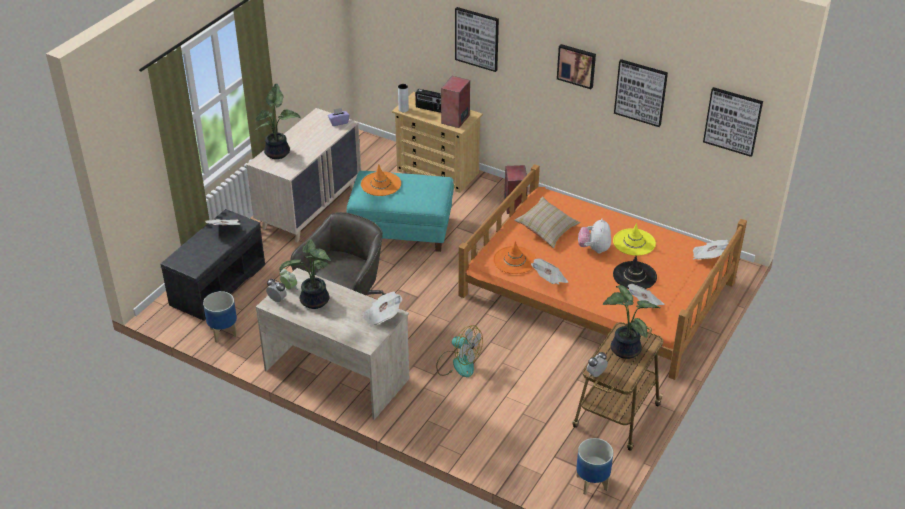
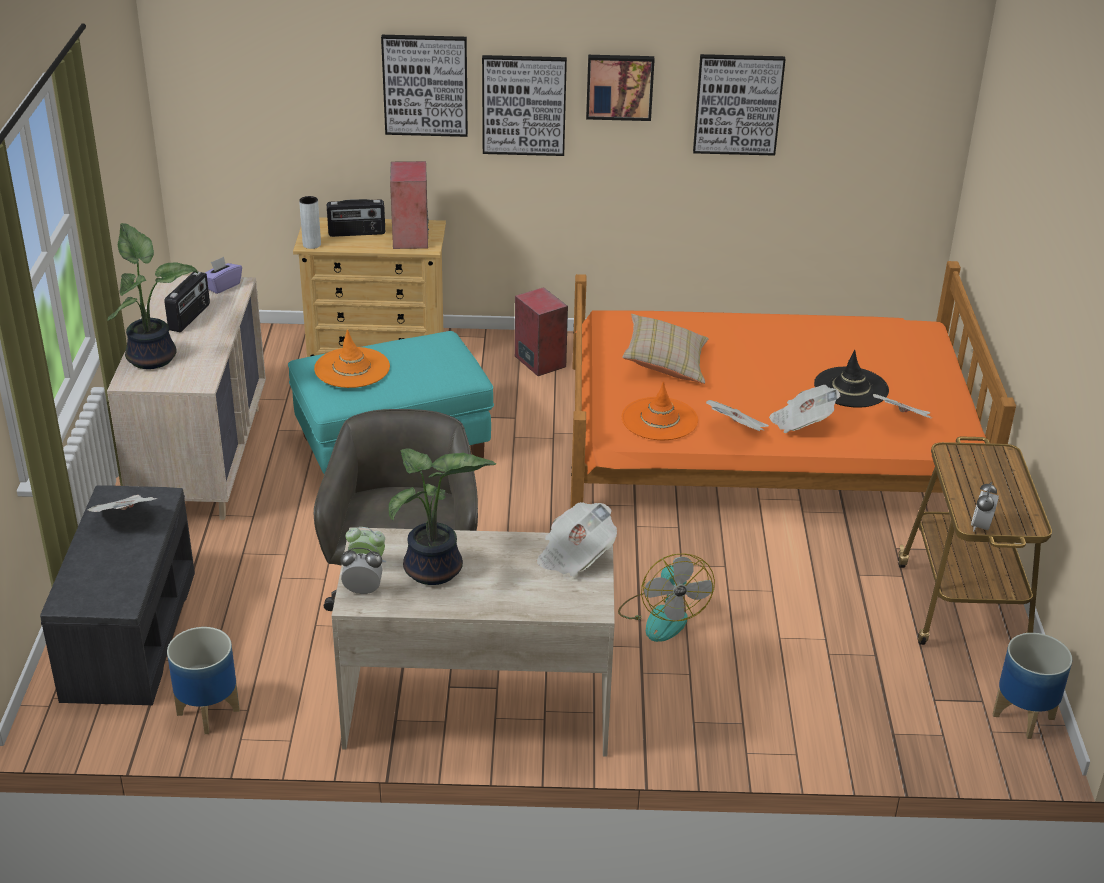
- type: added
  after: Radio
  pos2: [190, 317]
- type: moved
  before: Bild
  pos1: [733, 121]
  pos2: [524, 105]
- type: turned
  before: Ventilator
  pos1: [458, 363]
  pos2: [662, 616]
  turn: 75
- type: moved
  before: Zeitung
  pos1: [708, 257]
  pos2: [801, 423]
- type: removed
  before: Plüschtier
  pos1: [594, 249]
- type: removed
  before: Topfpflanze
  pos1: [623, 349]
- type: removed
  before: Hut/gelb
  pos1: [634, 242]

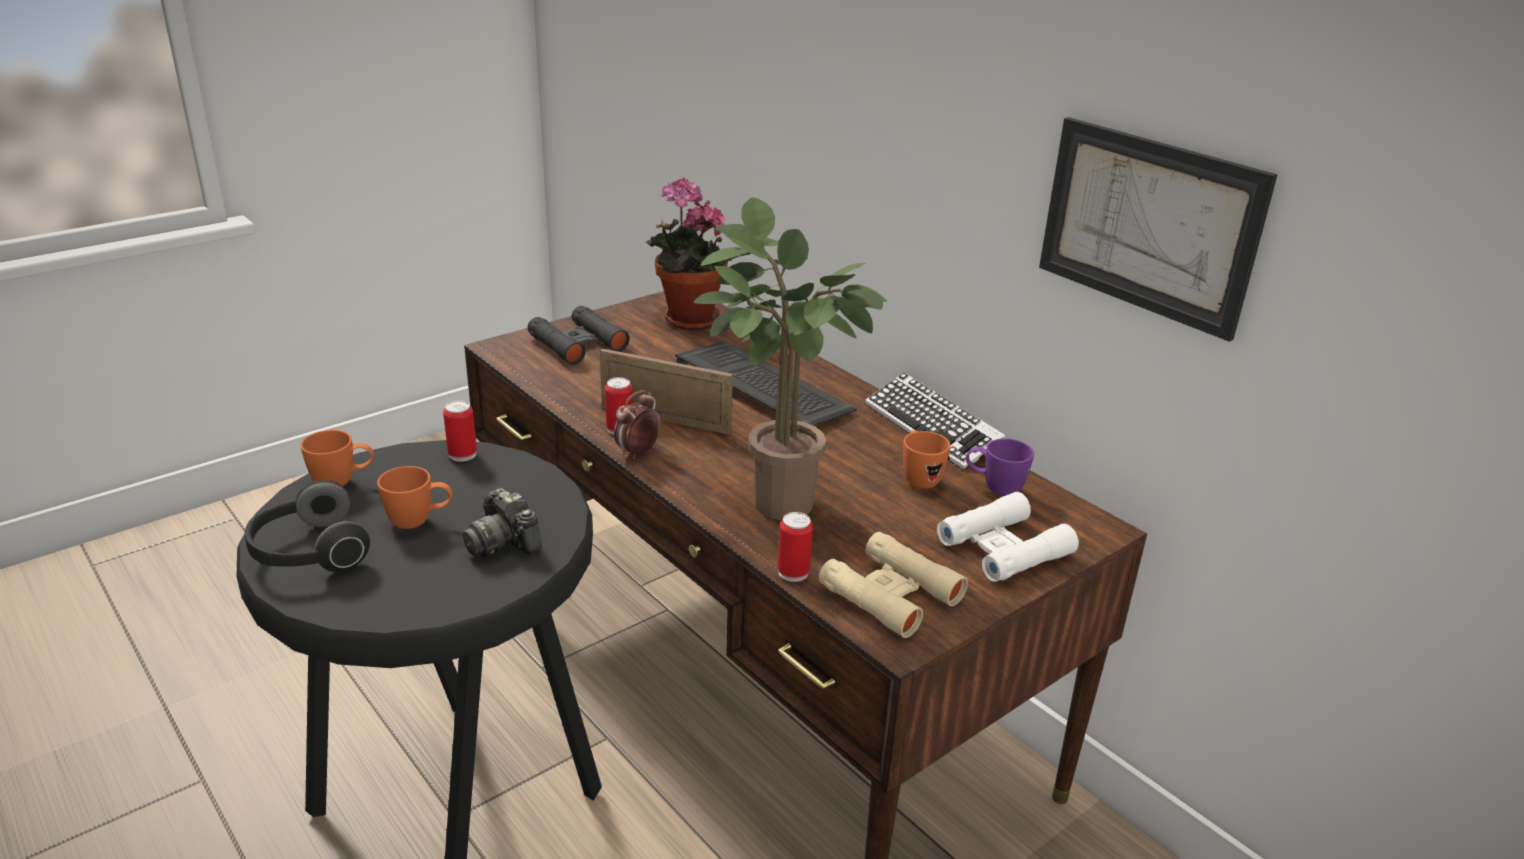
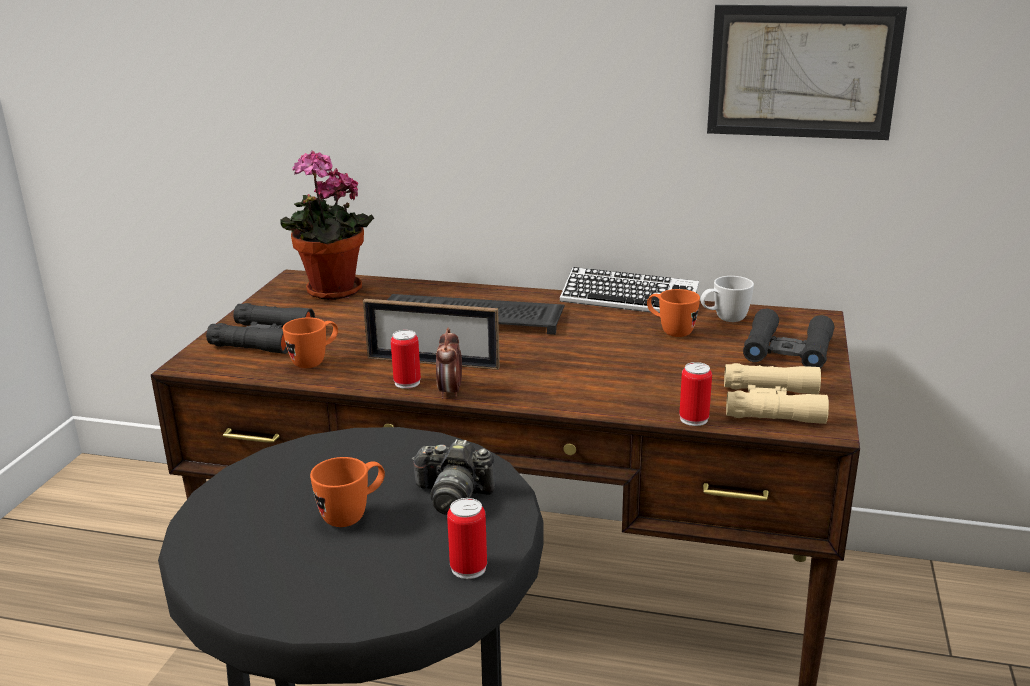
- type: moved
  before: Henkelbecher/orange
  pos1: [343, 482]
  pos2: [315, 361]
- type: turned
  before: Bilderrahmen
  pos1: [665, 419]
  pos2: [432, 362]
  turn: -150
- type: moved
  before: Dose
  pos1: [462, 454]
  pos2: [468, 568]
- type: recoloured
  before: Henkelbecher/lila
  after: Henkelbecher/weiß
  pos1: [994, 488]
  pos2: [724, 320]
- type: recoloured
  before: Fernglas/weiß
  after: Fernglas/schwarz
  pos1: [1004, 548]
  pos2: [787, 350]
- type: removed
  before: Kopfhörer
  pos1: [308, 553]
- type: removed
  before: Topfpflanze
  pos1: [772, 503]

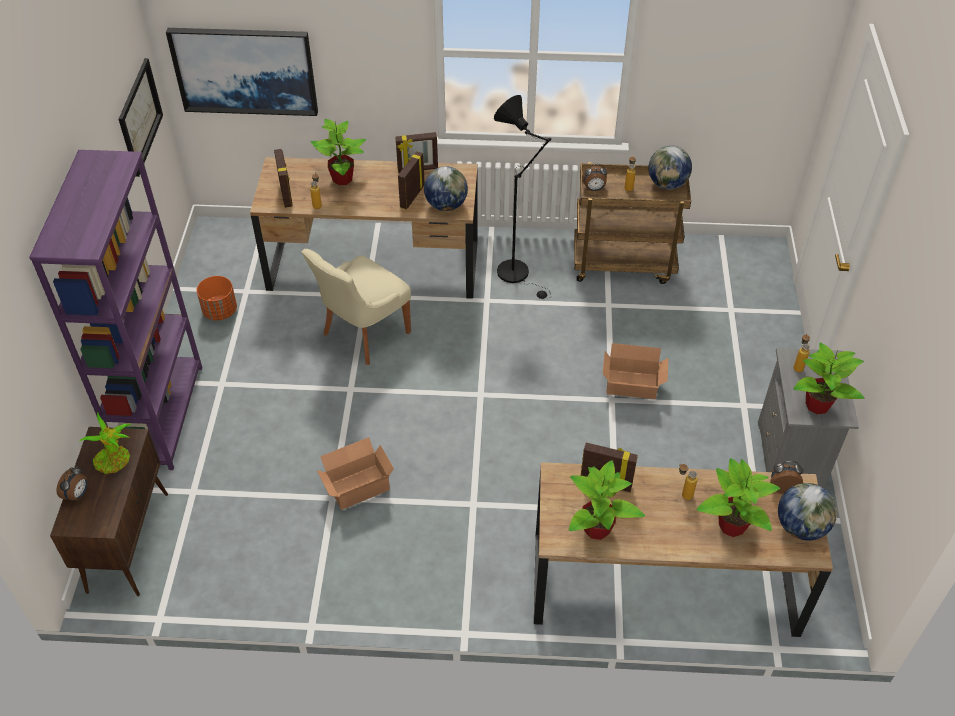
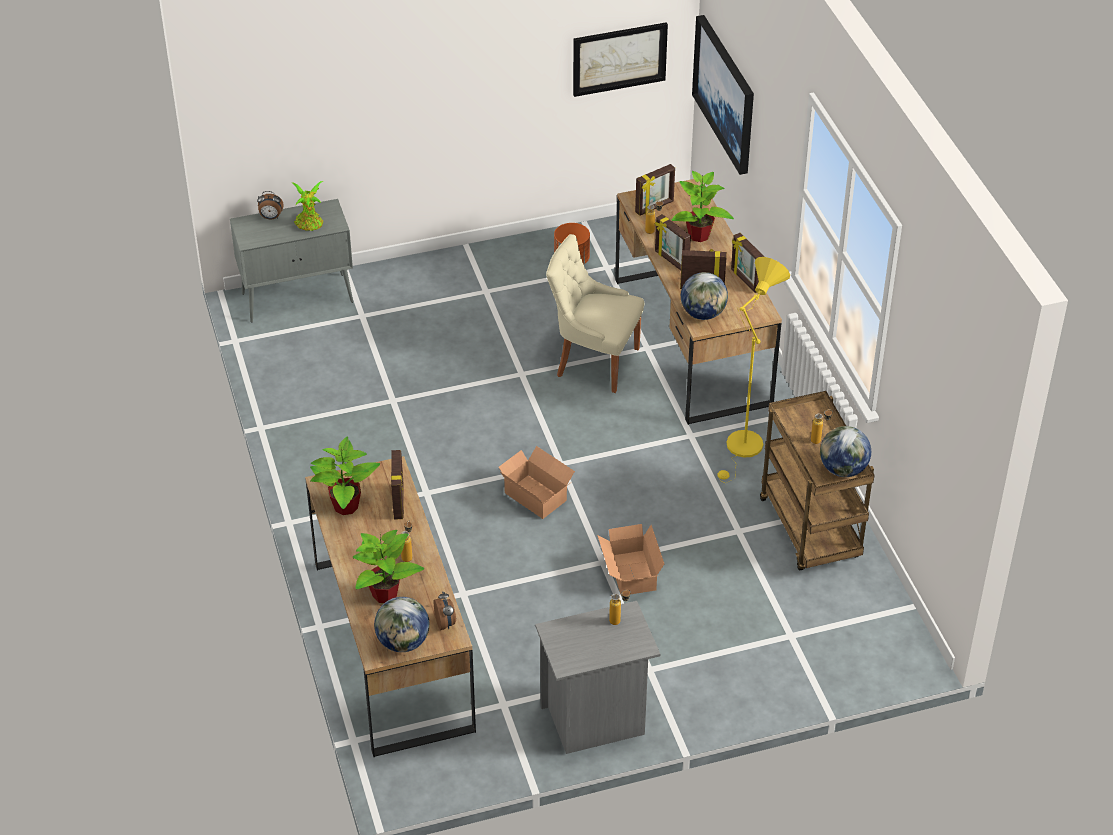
- type: recoloured
  before: Schrank/braun
  after: Schrank/grau
  pos1: [128, 541]
  pos2: [298, 297]
- type: moved
  before: Karton
  pos1: [356, 485]
  pos2: [536, 495]
- type: added
  after: Bilderrahmen
  pos2: [671, 261]
- type: recoloured
  before: Stehlampe/schwarz
  after: Stehlampe/gelb
  pos1: [518, 274]
  pos2: [742, 449]
- type: removed
  before: Bücherregal/lila
  pos1: [162, 415]
- type: removed
  before: Wecker
  pos1: [594, 189]
- type: removed
  before: Topfpflanze
  pos1: [818, 405]

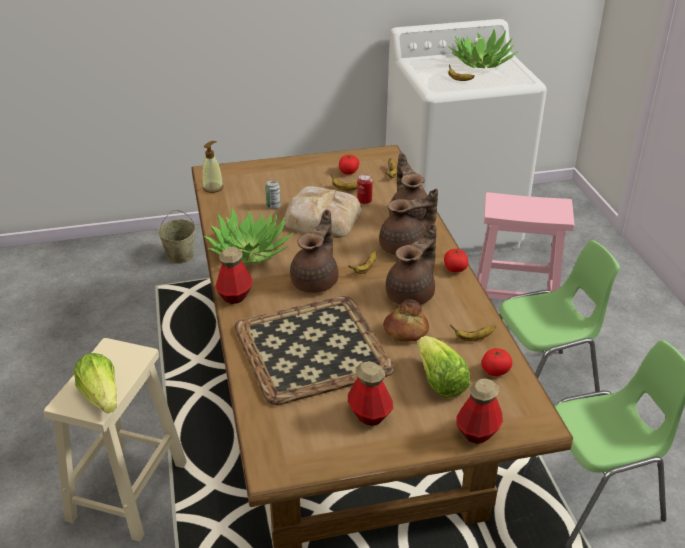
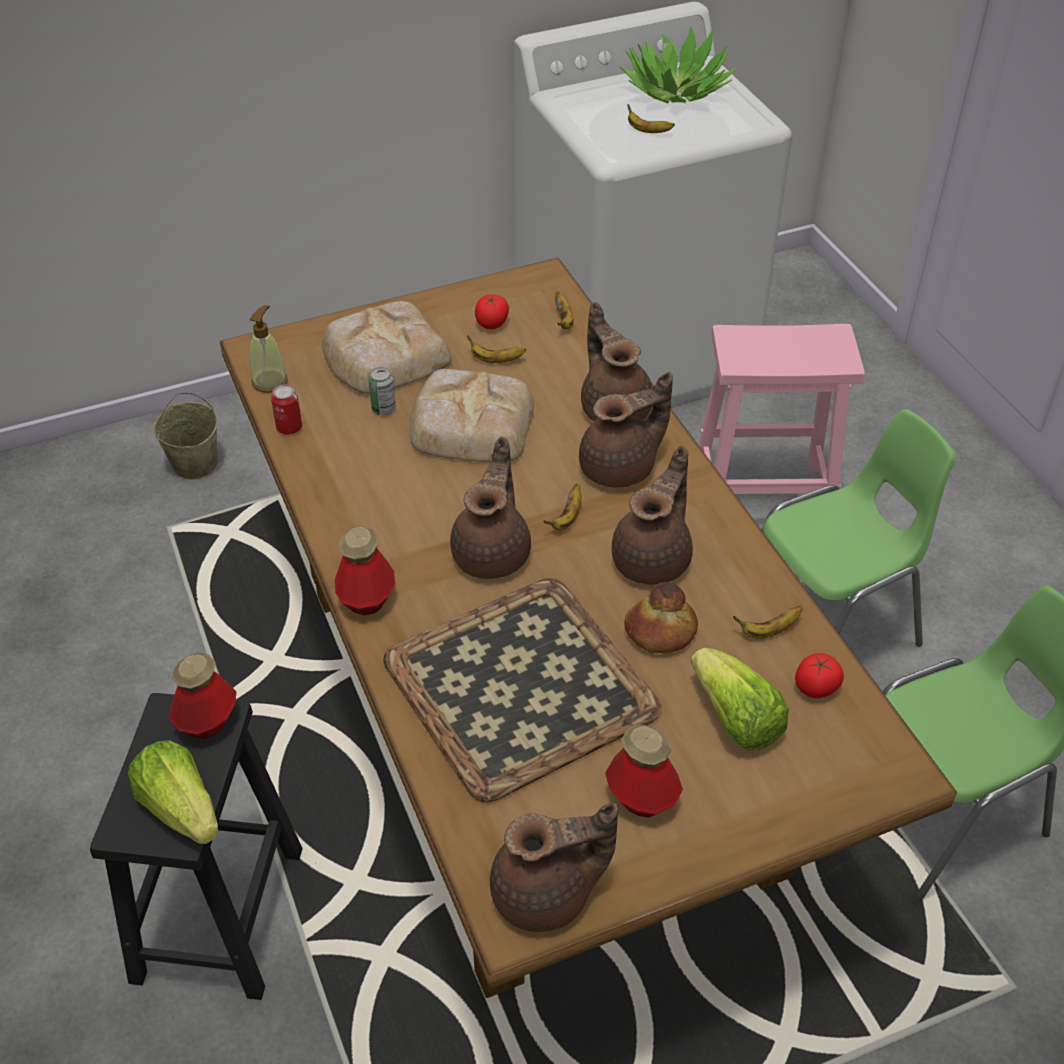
- type: recoloured
  before: Hocker/beige
  after: Hocker/schwarz
  pos1: [128, 489]
  pos2: [219, 911]
- type: moved
  before: Flasche
  pos1: [477, 432]
  pos2: [207, 721]
- type: moved
  before: Dose
  pos1: [364, 201]
  pos2: [289, 427]
- type: added
  after: Brot
  pos2: [383, 356]
- type: added
  after: Teekanne/braun
  pos2: [546, 895]
- type: removed
  before: Topfpflanze
  pos1: [250, 251]
- type: removed
  before: Tomate
  pos1: [455, 269]

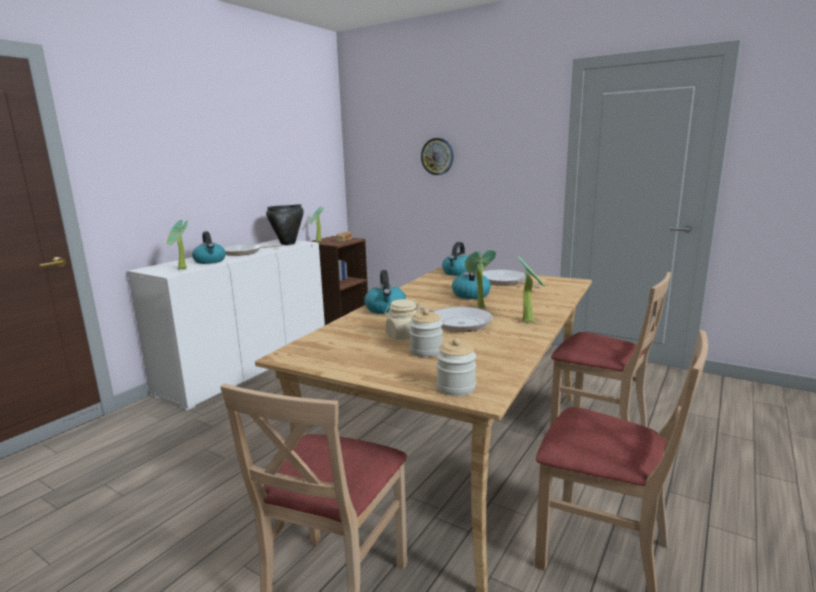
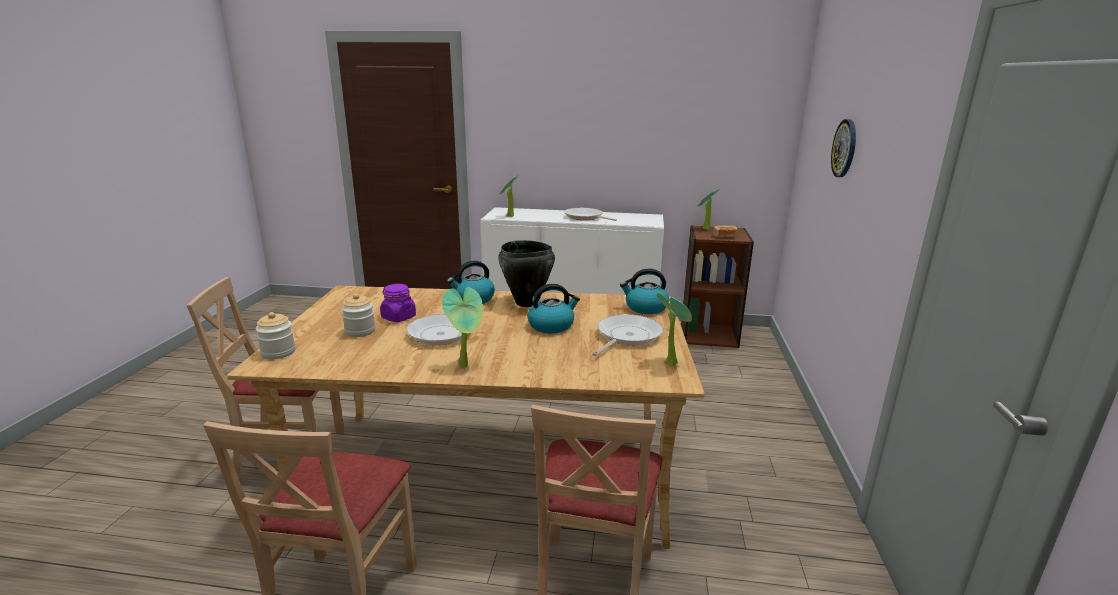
- type: recoloured
  before: Vorratsglas/beige
  after: Vorratsglas/lila
  pos1: [403, 335]
  pos2: [398, 317]
- type: moved
  before: Kochtopf/schwarz
  pos1: [288, 243]
  pos2: [526, 303]
- type: moved
  before: Topfpflanze
  pos1: [478, 306]
  pos2: [671, 362]
- type: removed
  before: Wasserkessel
  pos1: [210, 261]

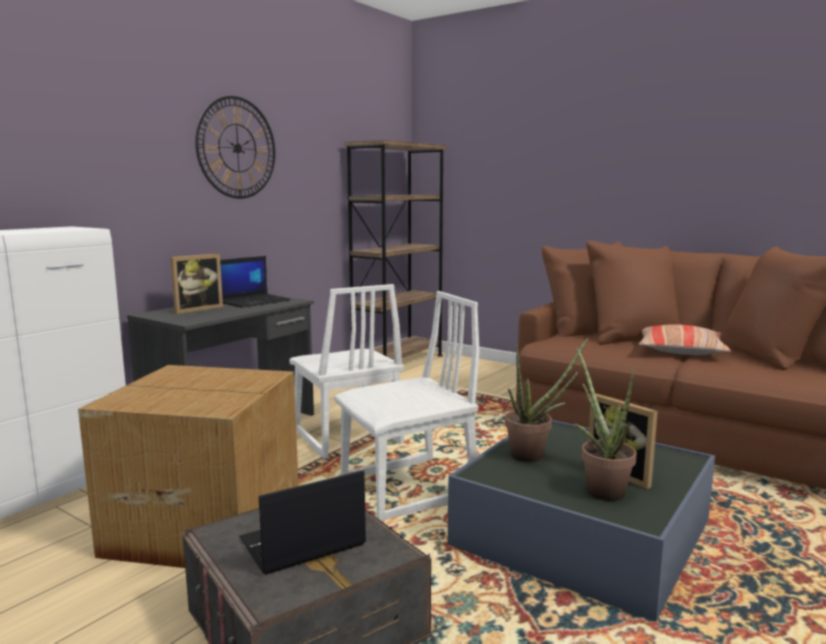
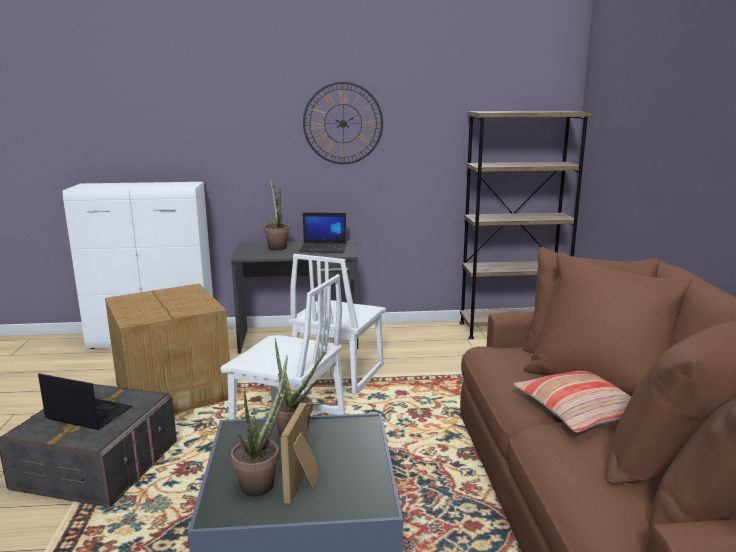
- type: replaced
  before: Bilderrahmen
  after: Topfpflanze
  pos1: [196, 309]
  pos2: [277, 247]

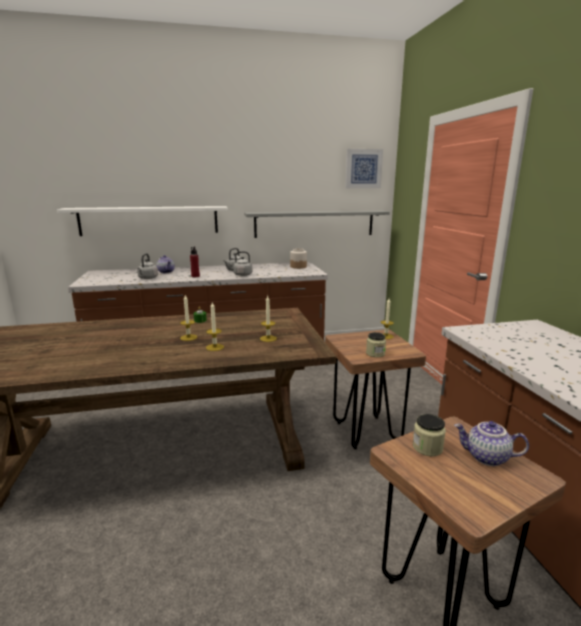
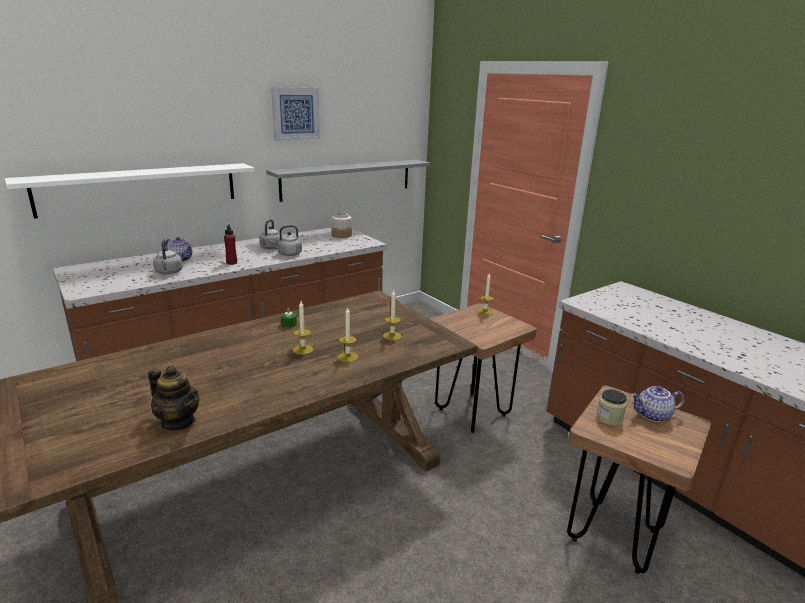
- type: added
  after: Teekanne
  pos2: [178, 421]
- type: moved
  before: Bild
  pos1: [363, 169]
  pos2: [295, 113]
- type: removed
  before: Vorratsglas
  pos1: [375, 353]

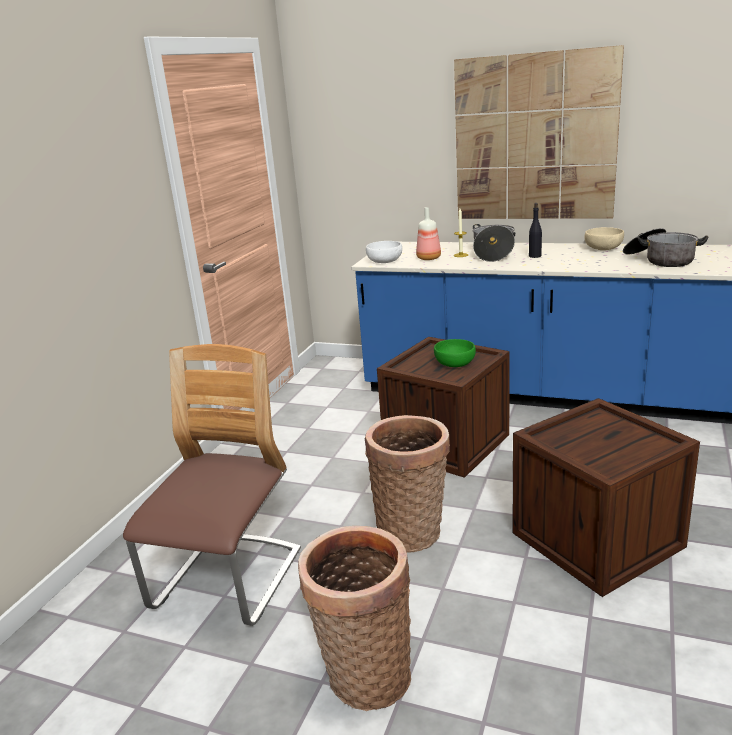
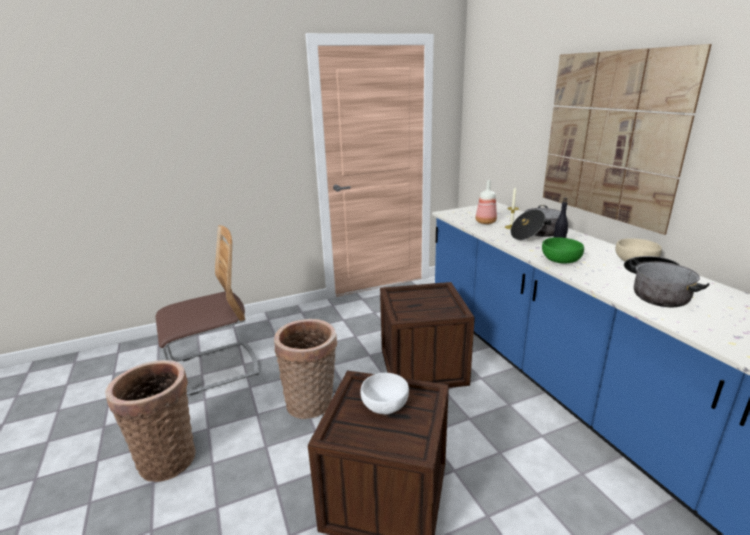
- type: moved
  before: Schüssel/weiß
  pos1: [384, 261]
  pos2: [385, 404]
- type: moved
  before: Schüssel/grün
  pos1: [454, 364]
  pos2: [560, 260]

